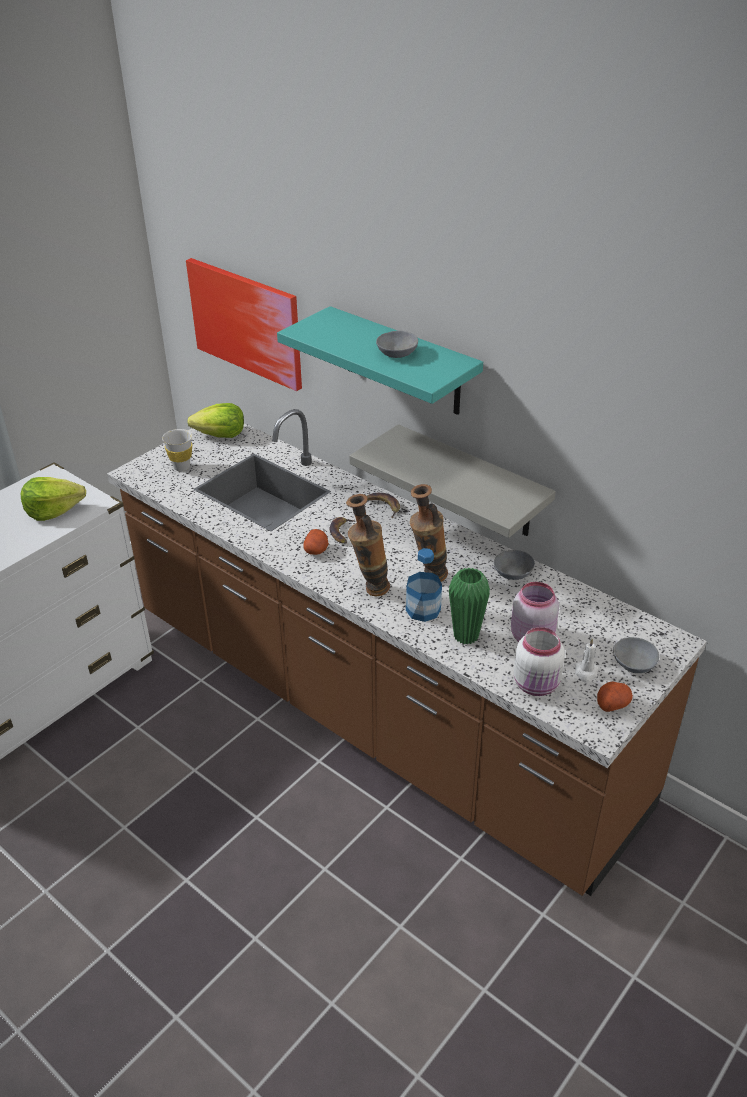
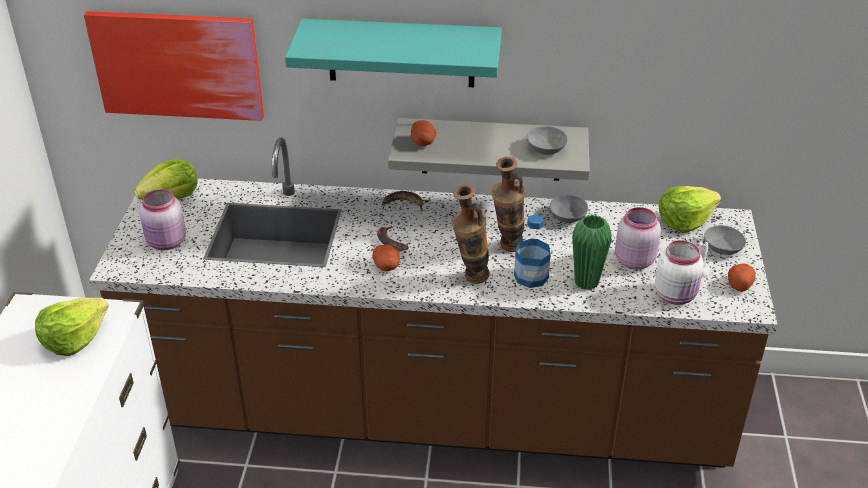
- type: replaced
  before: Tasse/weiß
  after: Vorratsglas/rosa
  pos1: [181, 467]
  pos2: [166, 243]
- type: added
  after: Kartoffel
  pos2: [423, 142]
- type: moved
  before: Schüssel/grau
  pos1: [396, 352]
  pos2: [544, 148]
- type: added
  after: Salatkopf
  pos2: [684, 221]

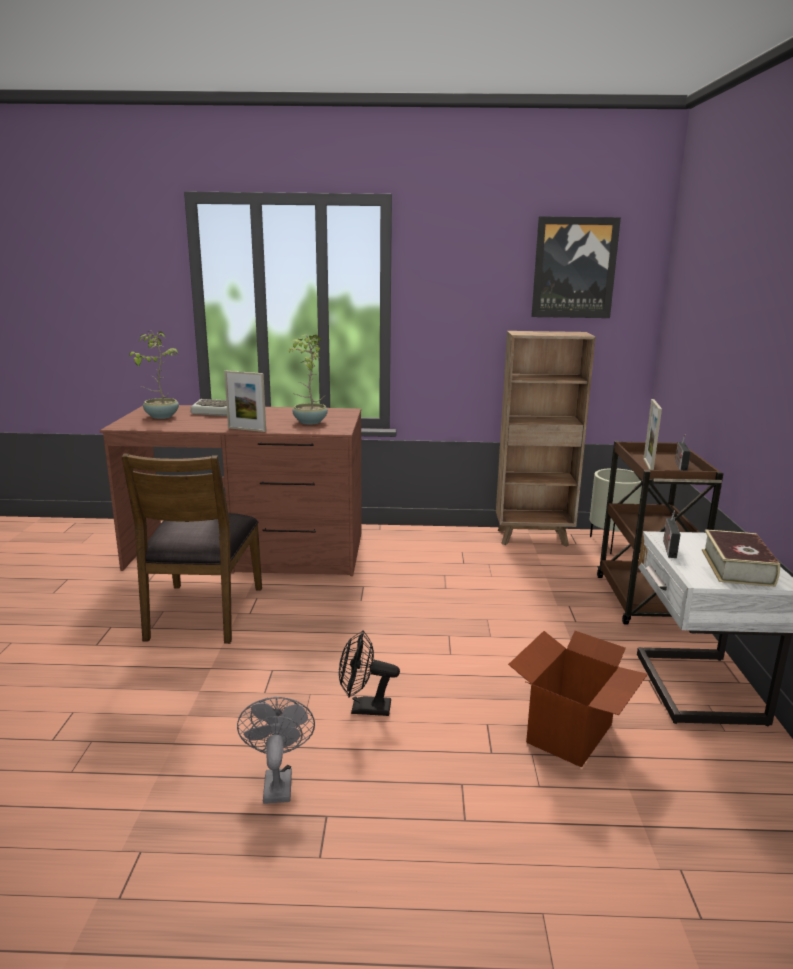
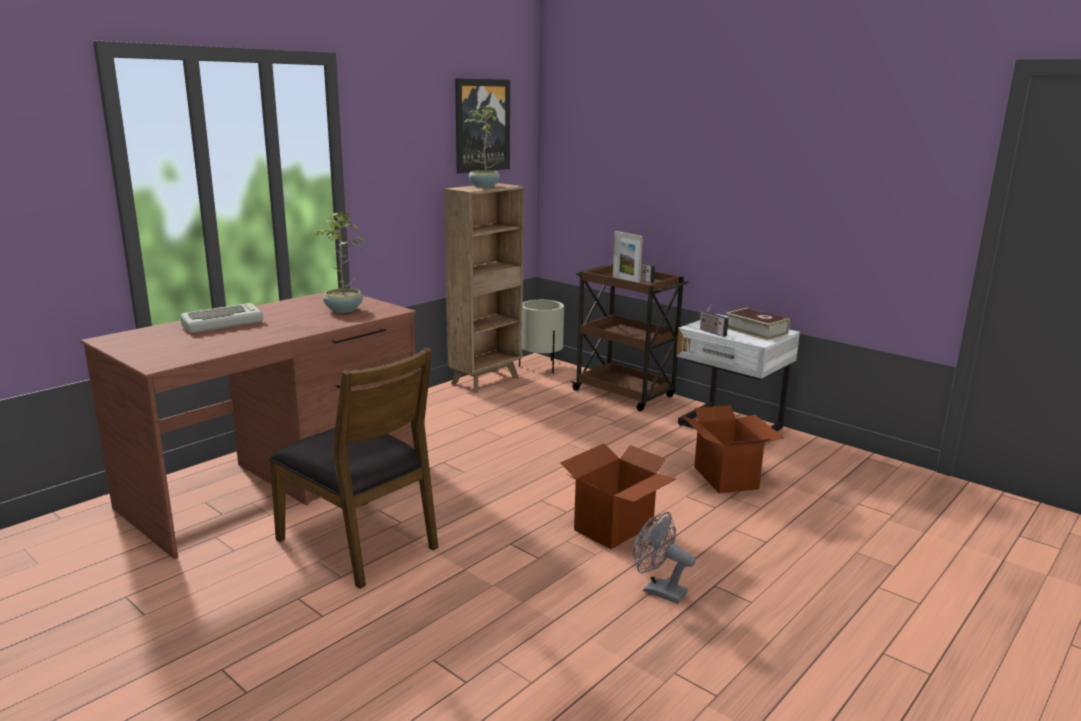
- type: moved
  before: Topfpflanze
  pos1: [161, 416]
  pos2: [483, 186]
- type: replaced
  before: Ventilator/schwarz
  after: Karton
  pos1: [364, 709]
  pos2: [615, 528]
- type: removed
  before: Bilderrahmen
  pos1: [247, 429]

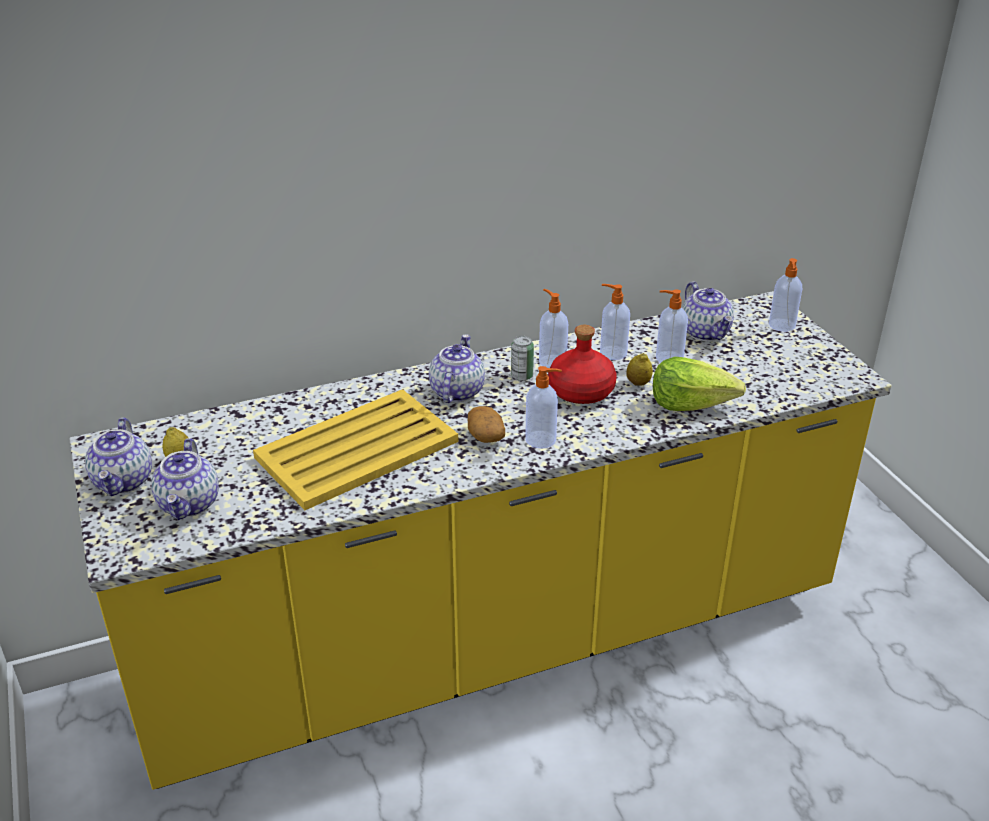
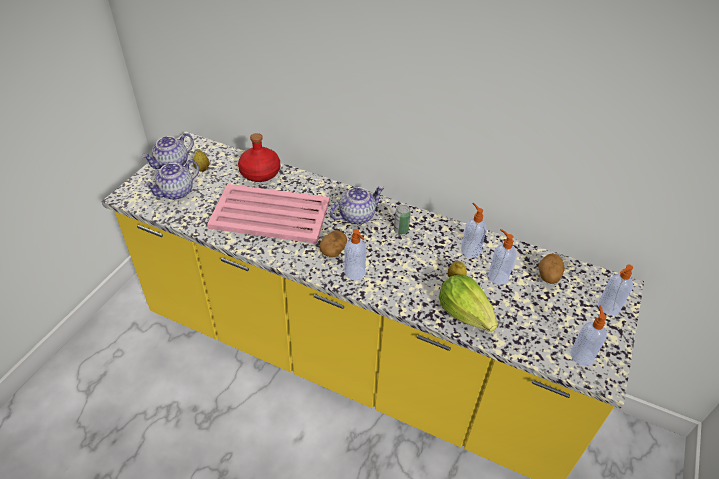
- type: recoloured
  before: Tablett/gelb
  after: Tablett/rosa
  pos1: [355, 450]
  pos2: [269, 214]
- type: moved
  before: Flasche/rot
  pos1: [580, 391]
  pos2: [260, 172]
- type: replaced
  before: Teekanne
  after: Kartoffel
  pos1: [706, 332]
  pos2: [547, 277]
- type: moved
  before: Seifenspender
  pos1: [551, 361]
  pos2: [581, 355]

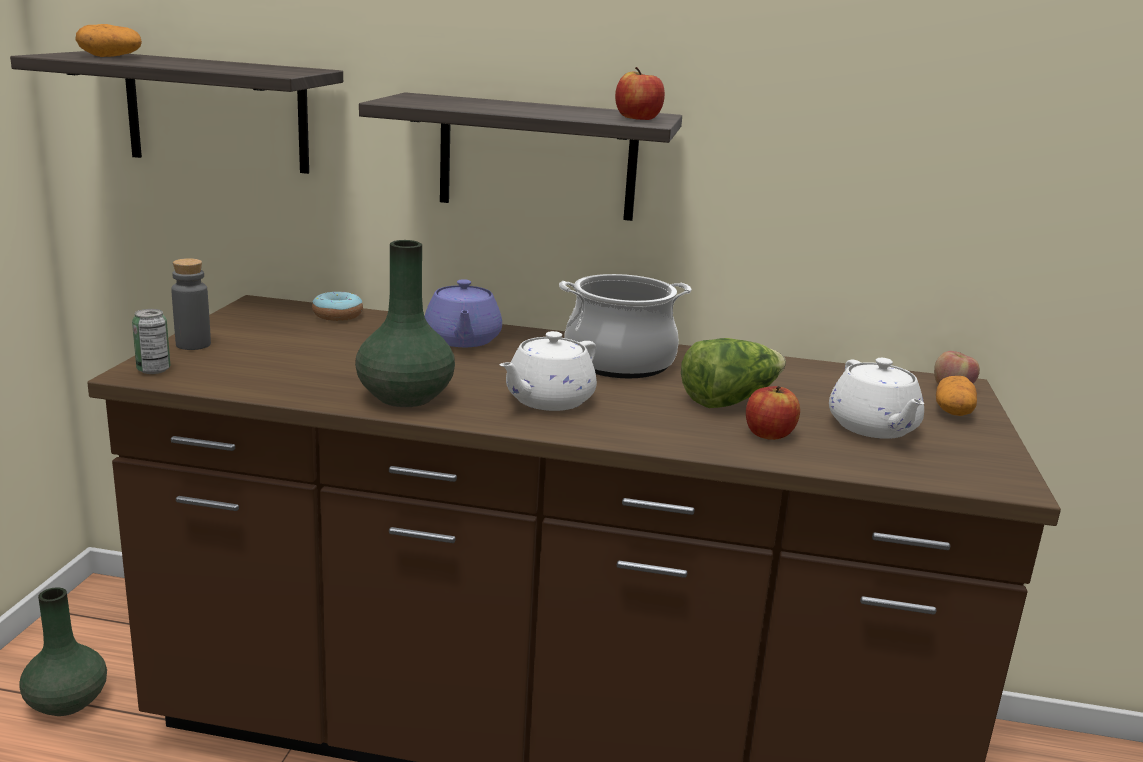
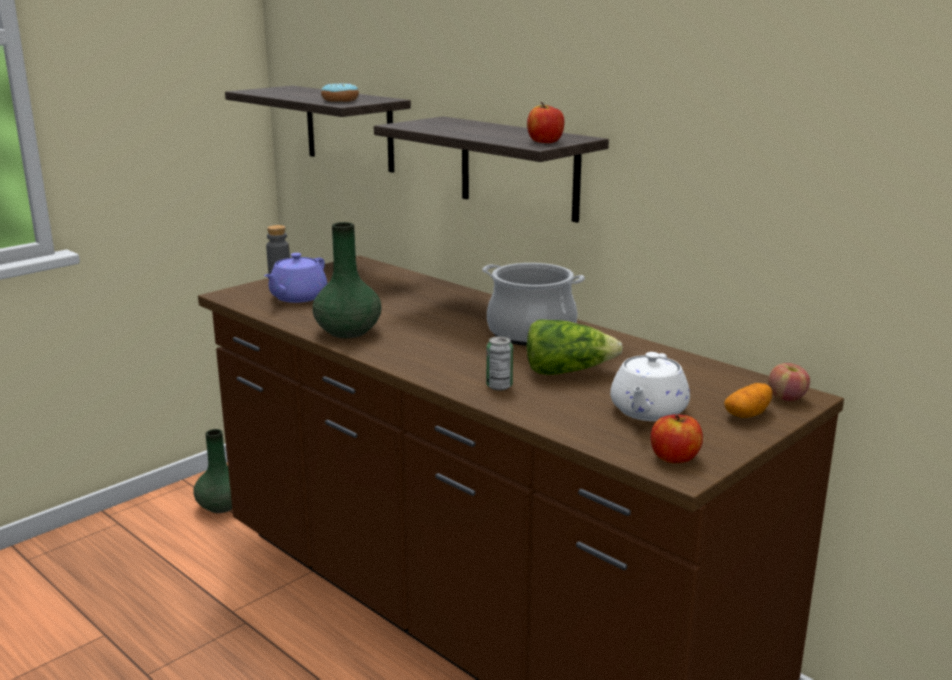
- type: moved
  before: Teekanne/lila
  pos1: [462, 340]
  pos2: [297, 297]
- type: moved
  before: Donut
  pos1: [337, 315]
  pos2: [340, 100]
- type: moved
  before: Dose
  pos1: [153, 370]
  pos2: [499, 386]
- type: moved
  before: Apfel
  pos1: [769, 434]
  pos2: [674, 458]
- type: removed
  before: Kartoffel
  pos1: [110, 56]
- type: removed
  before: Teekanne/weiß
  pos1: [547, 400]

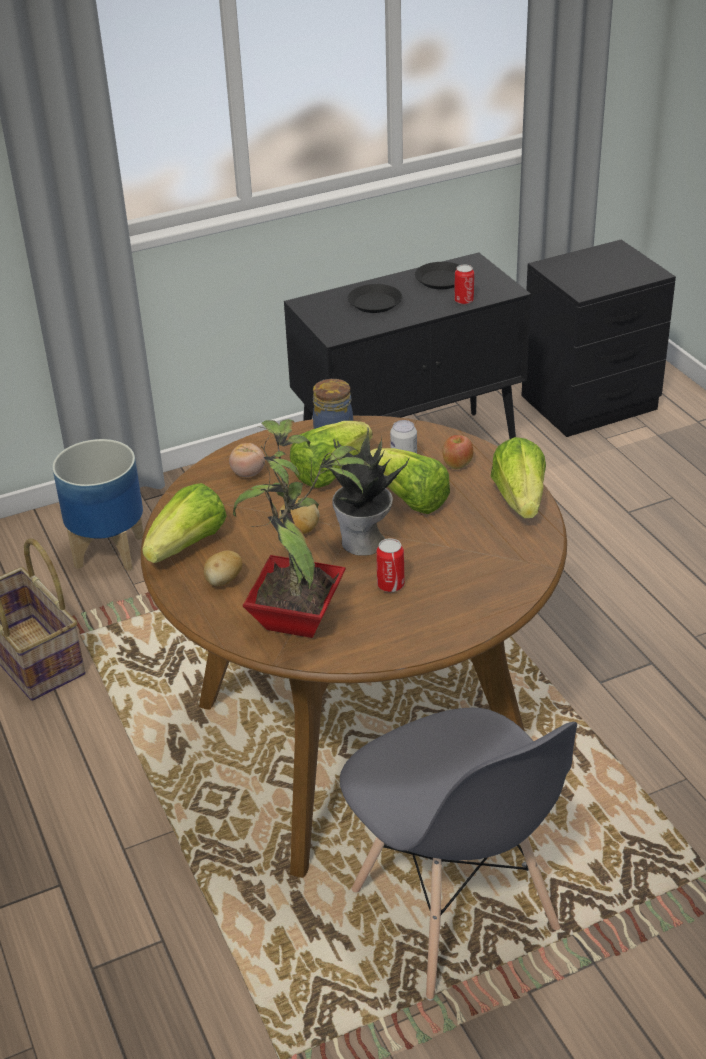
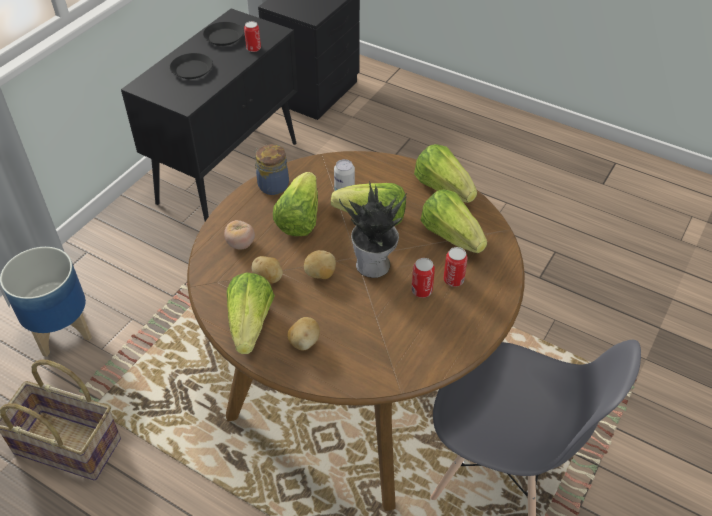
- type: added
  after: Kartoffel
  pos2: [268, 278]
- type: added
  after: Salatkopf
  pos2: [451, 236]
- type: added
  after: Dose
  pos2: [453, 280]
- type: removed
  before: Topfpflanze
  pos1: [302, 620]
- type: removed
  before: Apfel
  pos1: [457, 465]

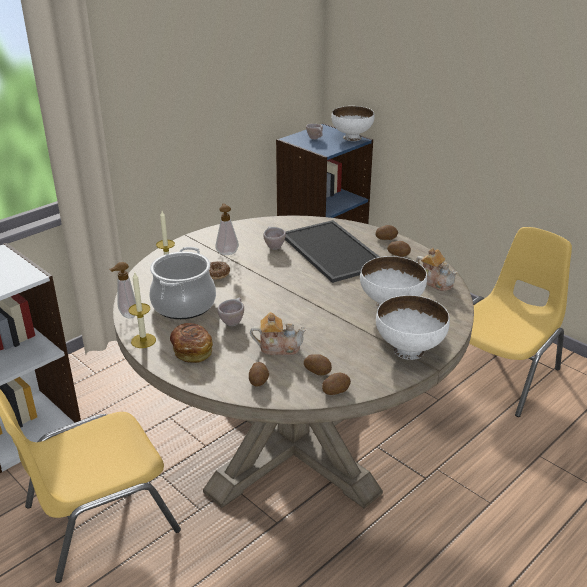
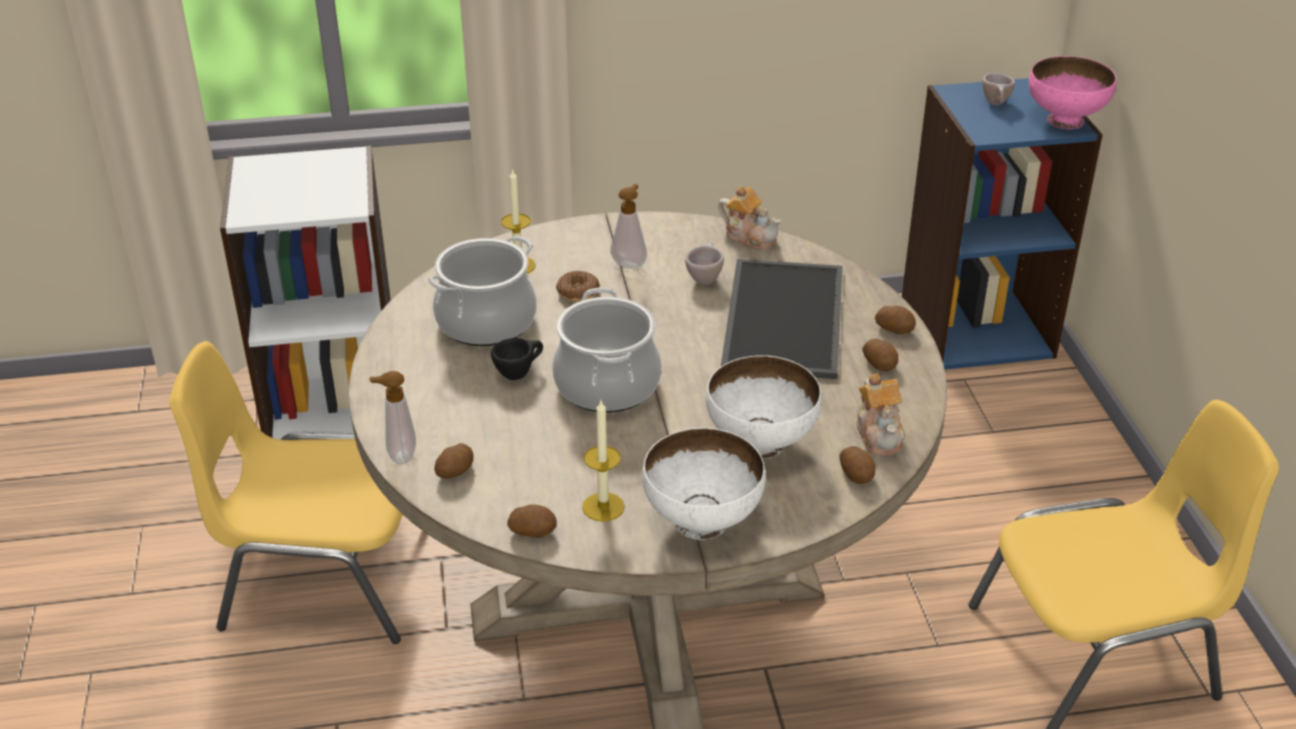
- type: moved
  before: Seifenspender
  pos1: [126, 315]
  pos2: [399, 456]
- type: recoloured
  before: Tasse/beige
  after: Tasse/schwarz
  pos1: [233, 321]
  pos2: [519, 373]
- type: added
  after: Kochtopf
  pos2: [606, 385]
- type: moved
  before: Kerze
  pos1: [143, 341]
  pos2: [603, 507]
- type: moved
  before: Teekanne
  pos1: [278, 347]
  pos2: [750, 237]
- type: moved
  before: Kartoffel
  pos1: [318, 371]
  pos2: [857, 475]
- type: recoloured
  before: Schüssel/weiß
  after: Schüssel/rosa
  pos1: [351, 137]
  pos2: [1065, 120]
- type: removed
  before: Brot
  pos1: [192, 351]

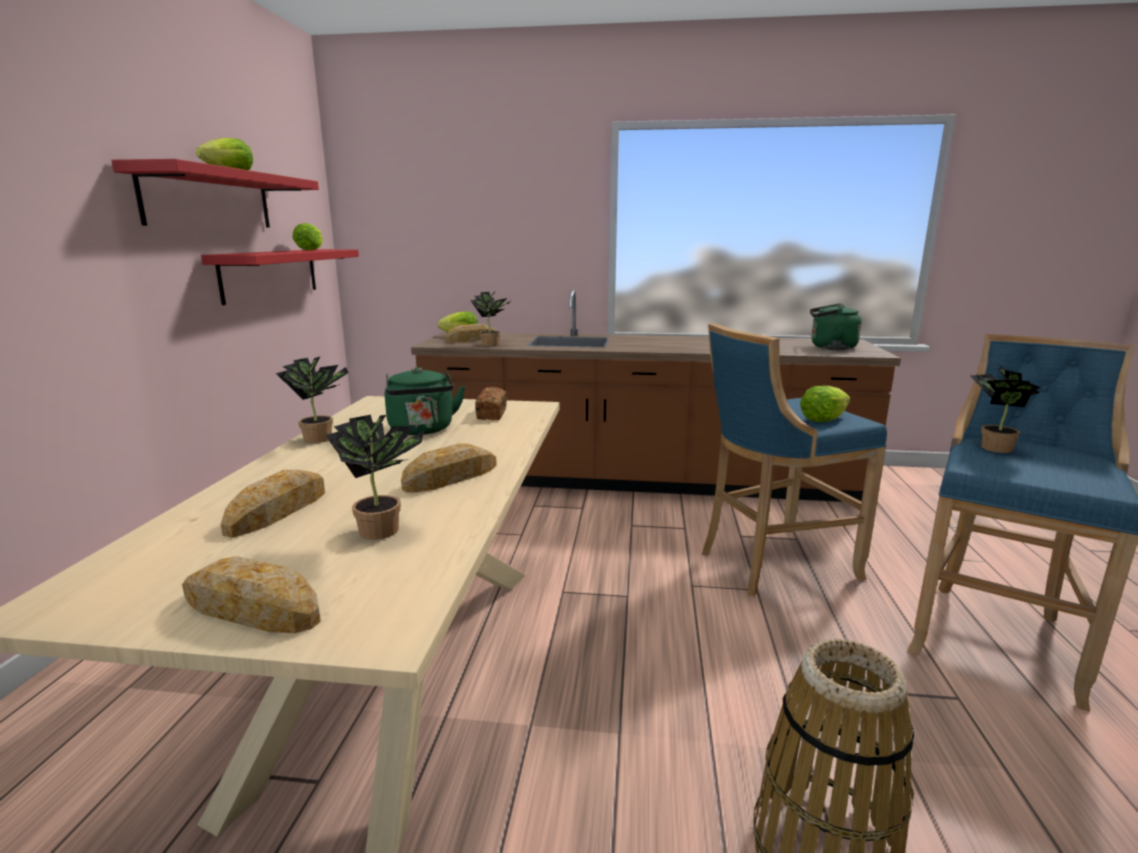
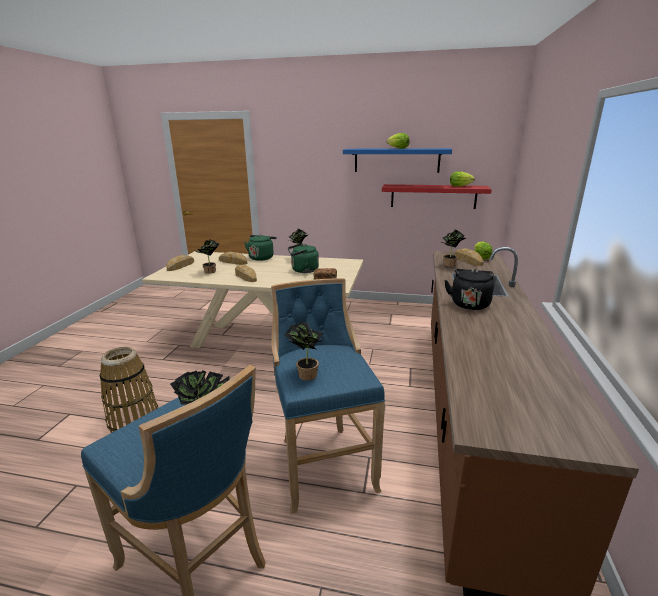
- type: moved
  before: Wasserkessel/grün
  pos1: [830, 347]
  pos2: [262, 257]
- type: replaced
  before: Salatkopf
  after: Topfpflanze
  pos1: [822, 419]
  pos2: [305, 374]
- type: recoloured
  before: Wandregal/rot
  after: Wandregal/blau
  pos1: [209, 199]
  pos2: [396, 160]
- type: added
  after: Wasserkessel/schwarz
  pos2: [469, 303]

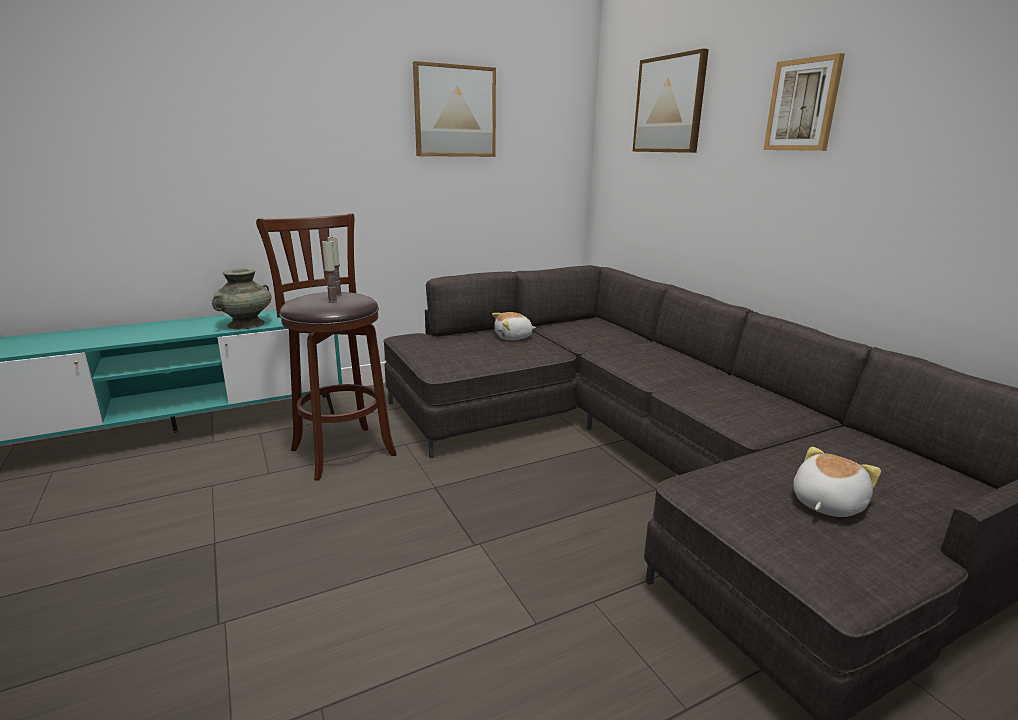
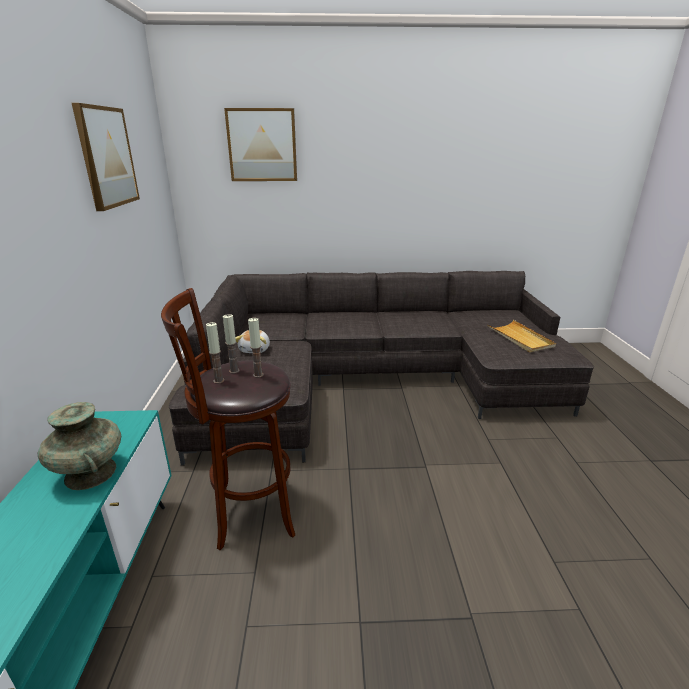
- type: added
  after: Kerze
  pos2: [218, 381]
- type: replaced
  before: Plüschtier
  after: Tablett/beige
  pos1: [825, 503]
  pos2: [520, 338]
- type: removed
  before: Bild
  pos1: [803, 105]

